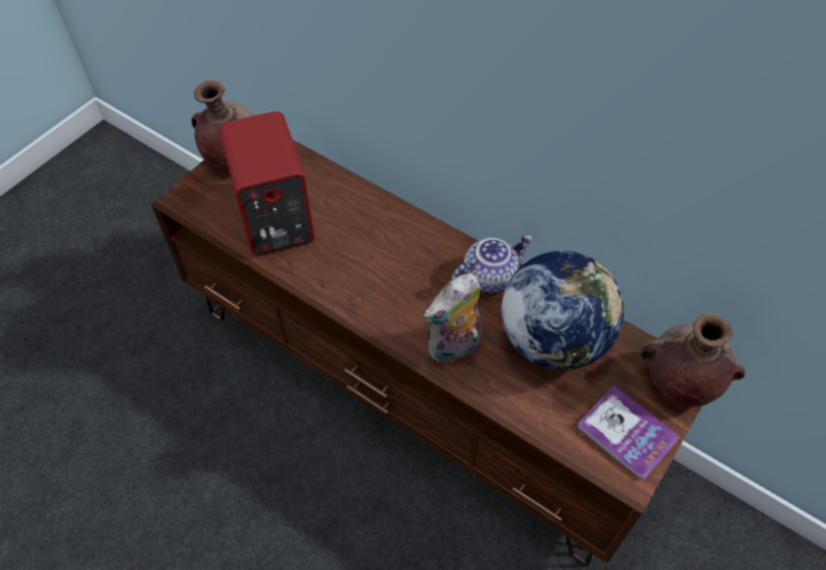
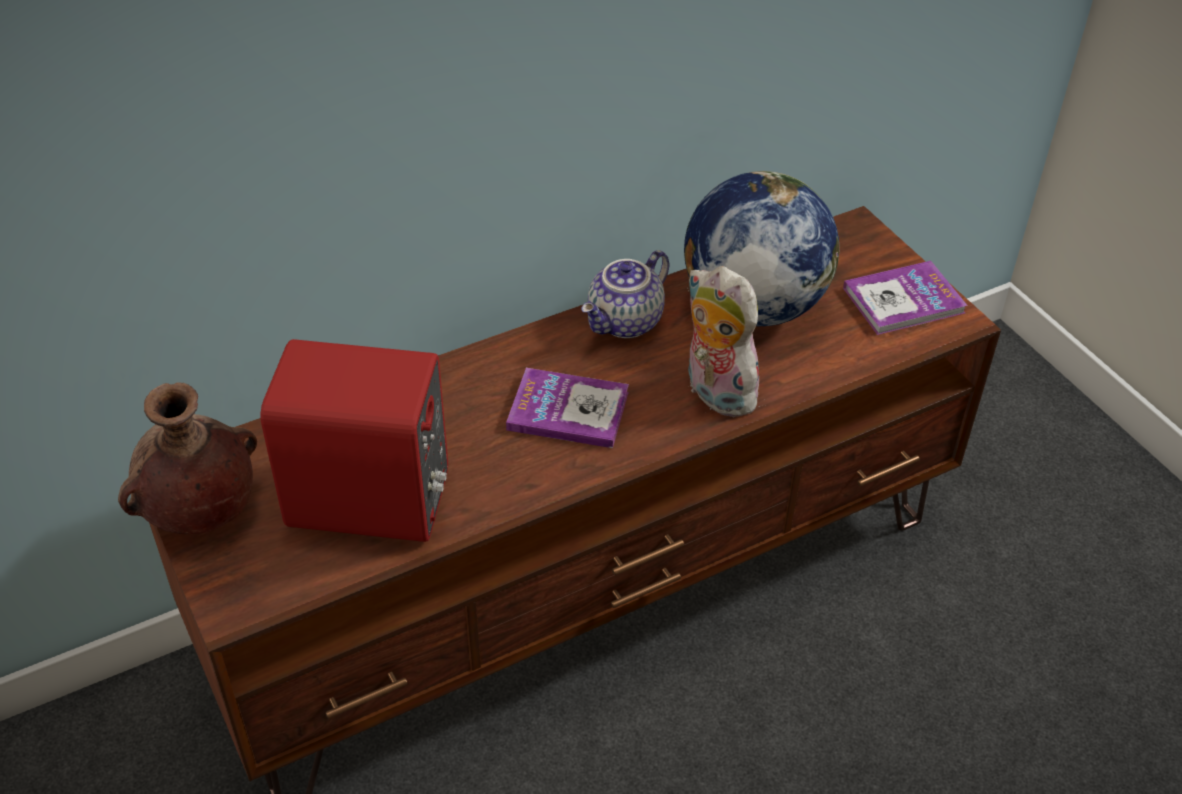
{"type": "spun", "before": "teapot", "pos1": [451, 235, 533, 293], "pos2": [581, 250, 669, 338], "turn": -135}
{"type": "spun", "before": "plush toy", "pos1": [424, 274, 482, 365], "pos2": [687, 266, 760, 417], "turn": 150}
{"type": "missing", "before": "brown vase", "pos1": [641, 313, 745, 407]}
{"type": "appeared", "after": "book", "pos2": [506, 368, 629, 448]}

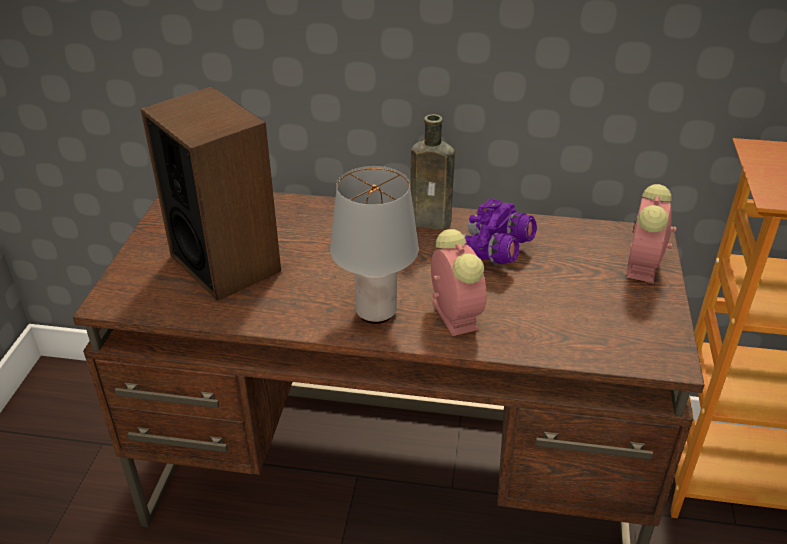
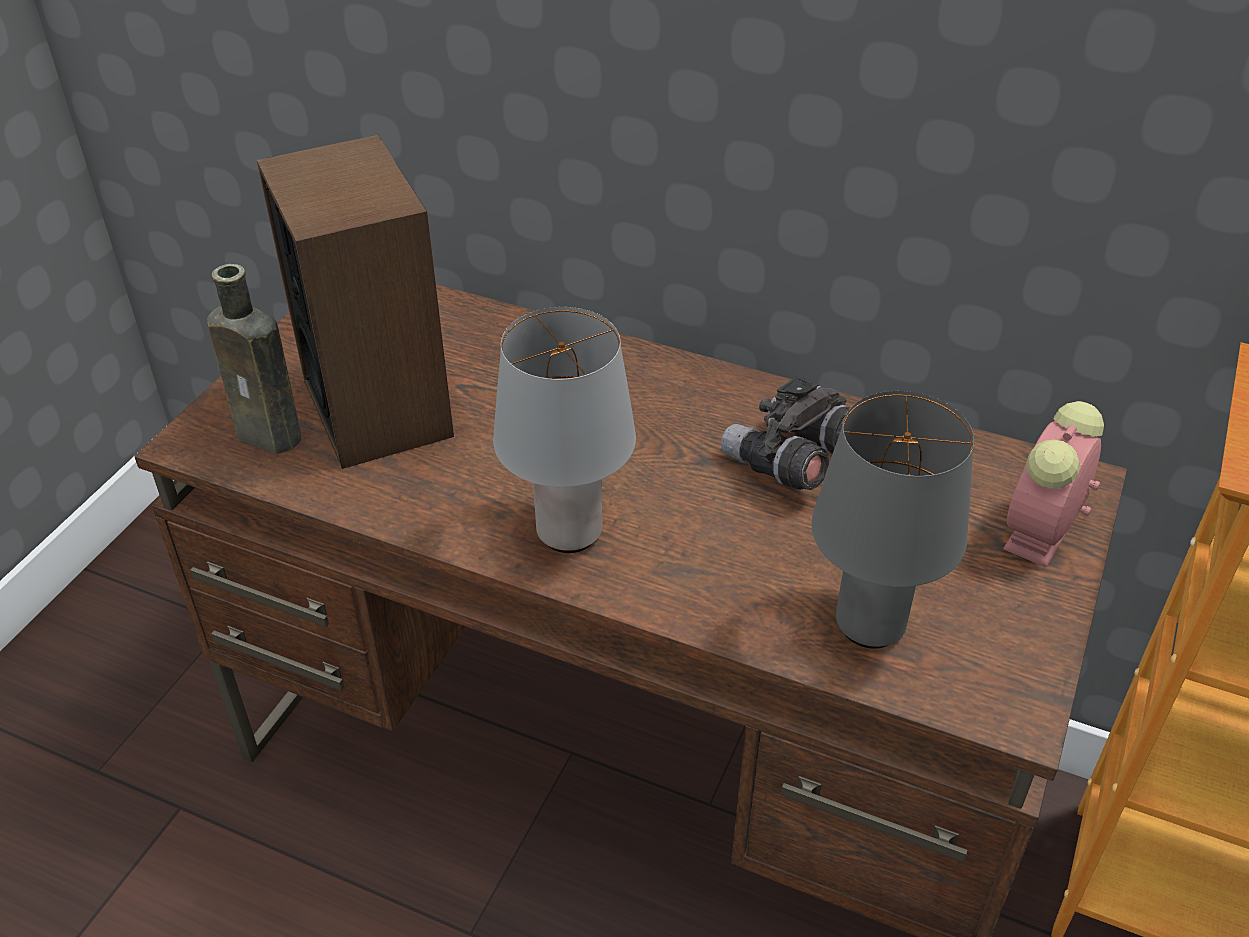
{"type": "relocated", "before": "brown bottle", "pos1": [410, 114, 455, 230], "pos2": [207, 264, 301, 454]}
{"type": "colour", "before": "purple binoculars", "after": "grey binoculars", "pos1": [463, 198, 537, 264], "pos2": [721, 376, 851, 490]}
{"type": "missing", "before": "alarm clock", "pos1": [431, 229, 487, 336]}
{"type": "appeared", "after": "grey table lamp", "pos2": [812, 391, 974, 649]}

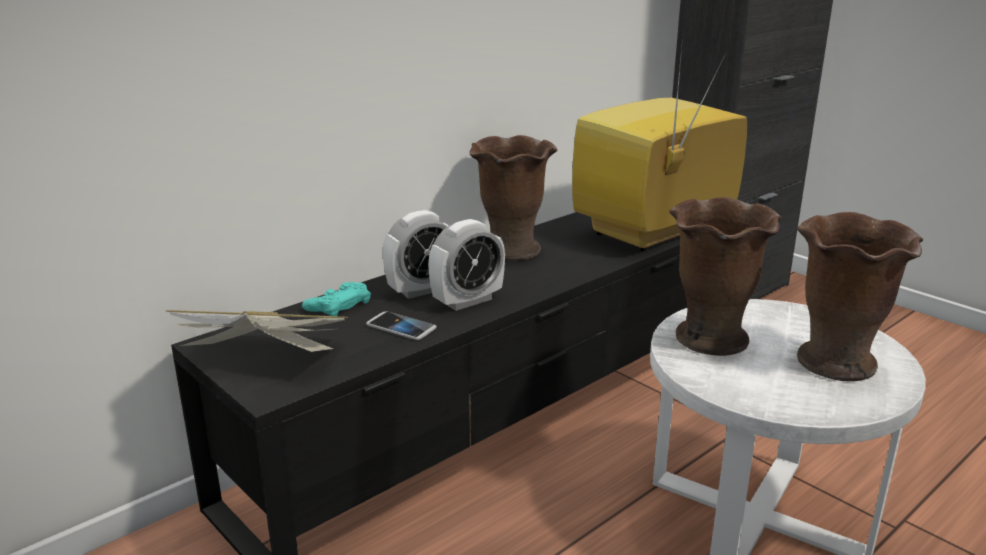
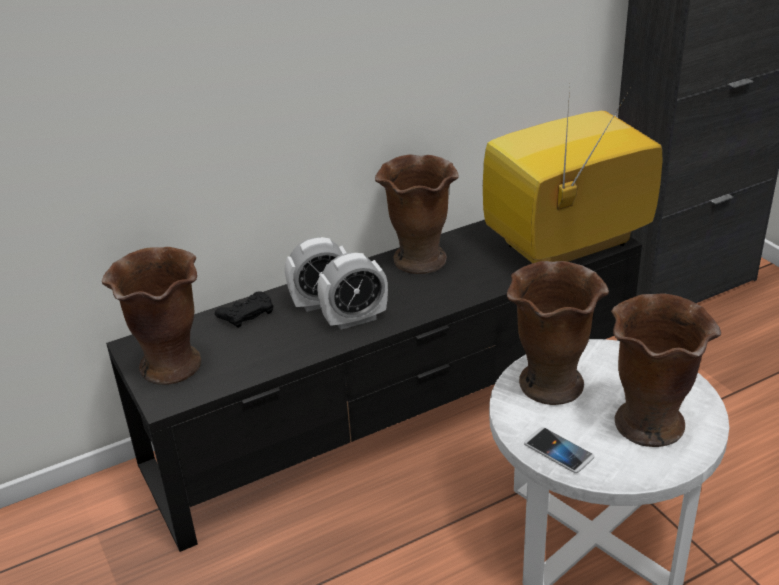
{"type": "colour", "before": "turquoise game controller", "after": "black game controller", "pos1": [302, 282, 371, 316], "pos2": [215, 291, 274, 328]}
{"type": "exchanged", "before": "book", "after": "brown vase", "pos1": [166, 310, 348, 352], "pos2": [102, 247, 201, 385]}
{"type": "relocated", "before": "phone", "pos1": [366, 311, 436, 340], "pos2": [524, 427, 594, 473]}

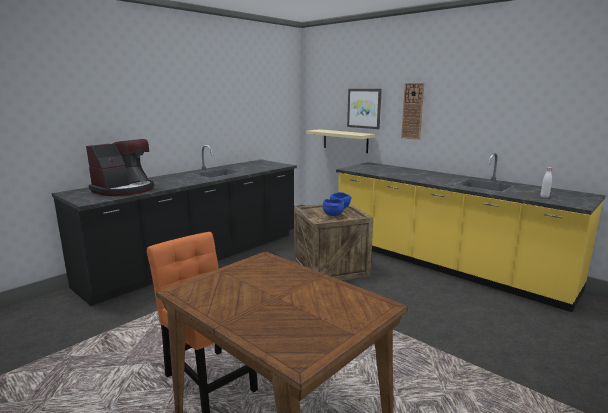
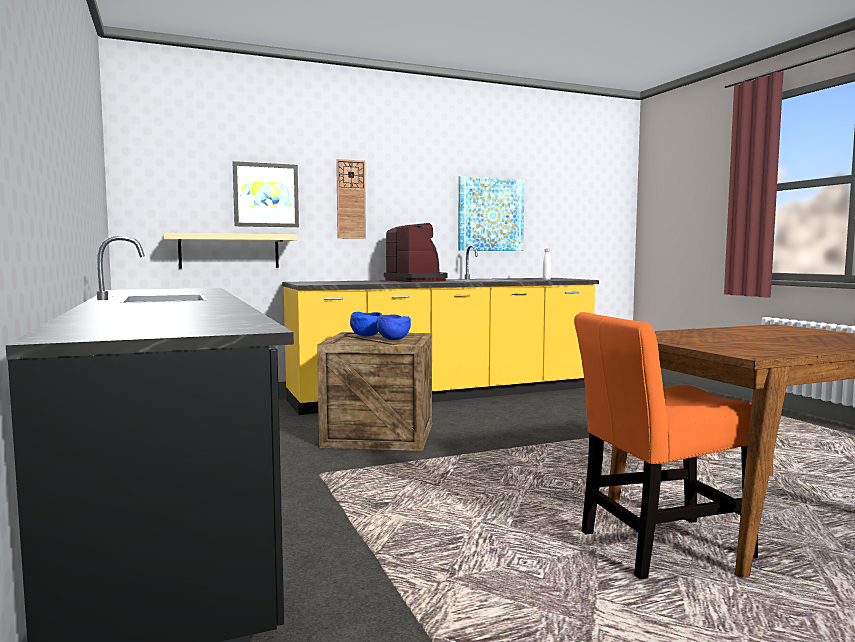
{"type": "relocated", "before": "coffee machine", "pos1": [86, 139, 154, 196], "pos2": [384, 223, 448, 282]}
{"type": "appeared", "after": "picture", "pos2": [458, 176, 525, 251]}

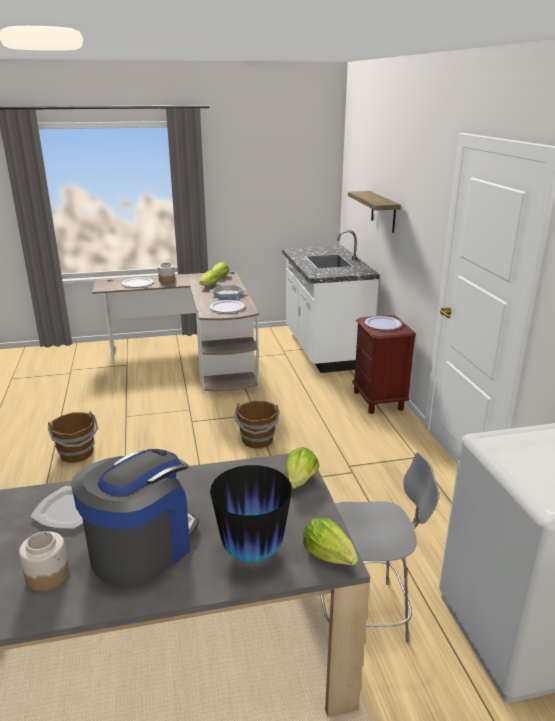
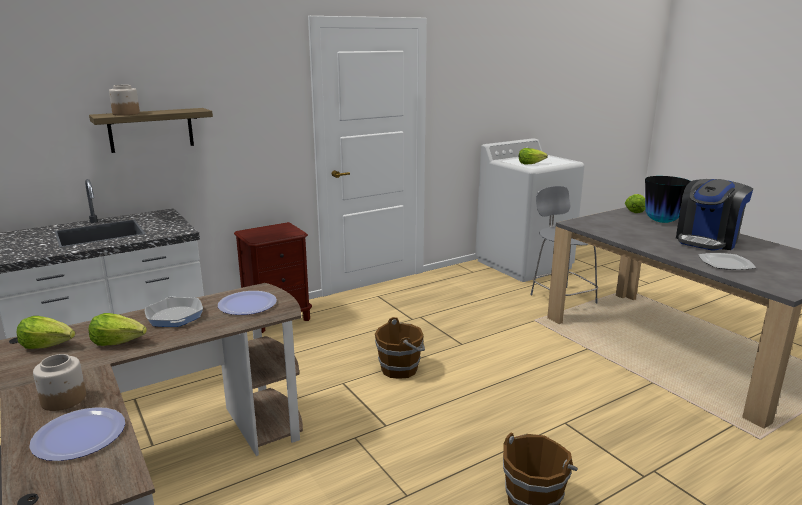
{"type": "missing", "before": "plate", "pos1": [365, 316, 402, 330]}
{"type": "relocated", "before": "lettuce", "pos1": [286, 447, 319, 489], "pos2": [519, 148, 548, 164]}
{"type": "spun", "before": "coffee machine", "pos1": [71, 449, 199, 587], "pos2": [676, 179, 753, 251], "turn": -60}
{"type": "relocated", "before": "jar", "pos1": [19, 531, 69, 591], "pos2": [109, 85, 140, 115]}

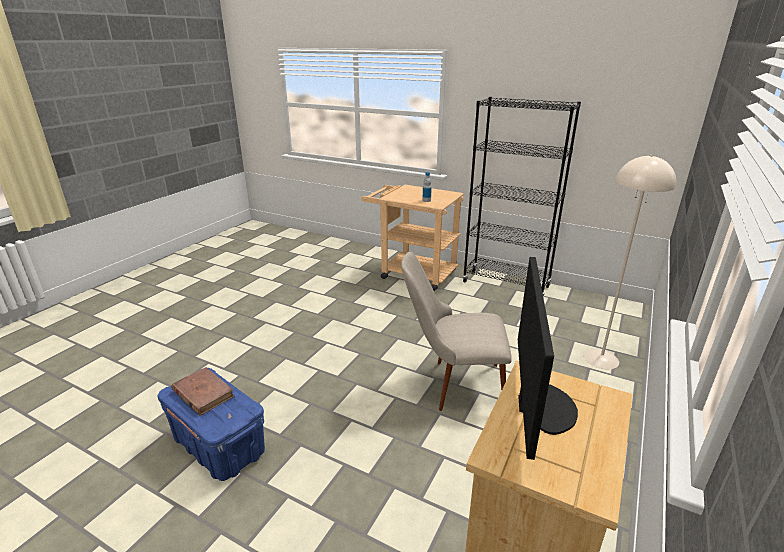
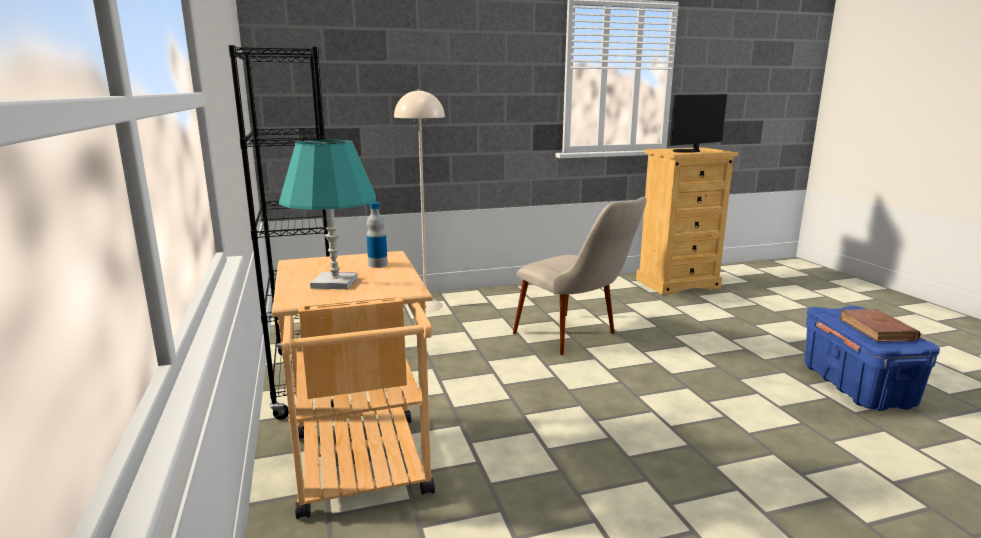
{"type": "appeared", "after": "turquoise table lamp", "pos2": [279, 140, 376, 289]}

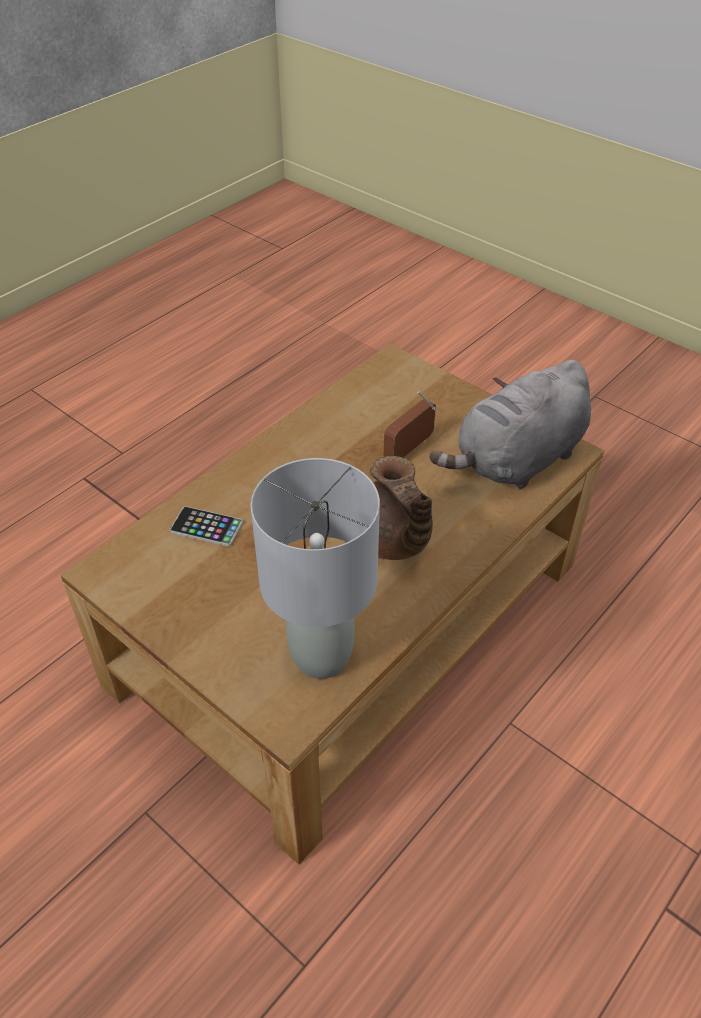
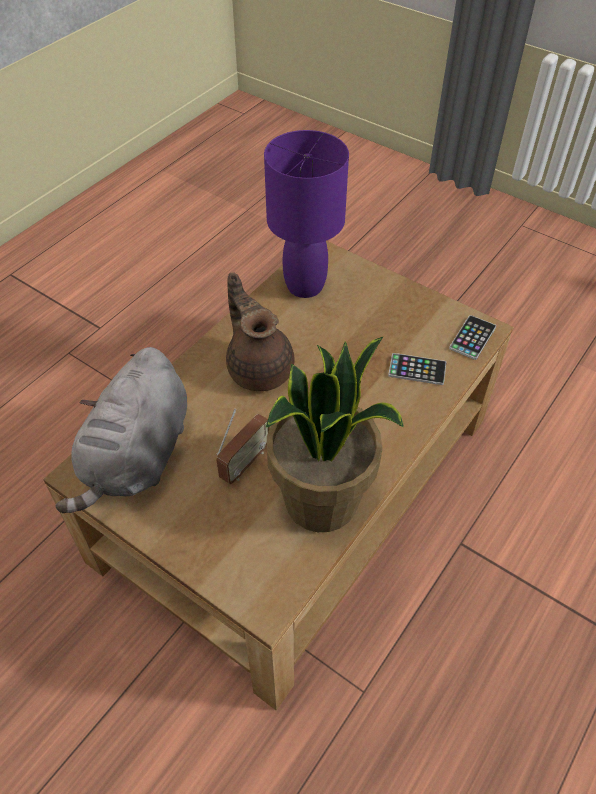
{"type": "spun", "before": "grey plush toy", "pos1": [430, 360, 591, 489], "pos2": [56, 347, 187, 513], "turn": 150}
{"type": "colour", "before": "grey table lamp", "after": "purple table lamp", "pos1": [250, 458, 380, 679], "pos2": [264, 130, 349, 298]}
{"type": "appeared", "after": "phone", "pos2": [449, 315, 496, 360]}
{"type": "appeared", "after": "potted plant", "pos2": [266, 336, 404, 532]}

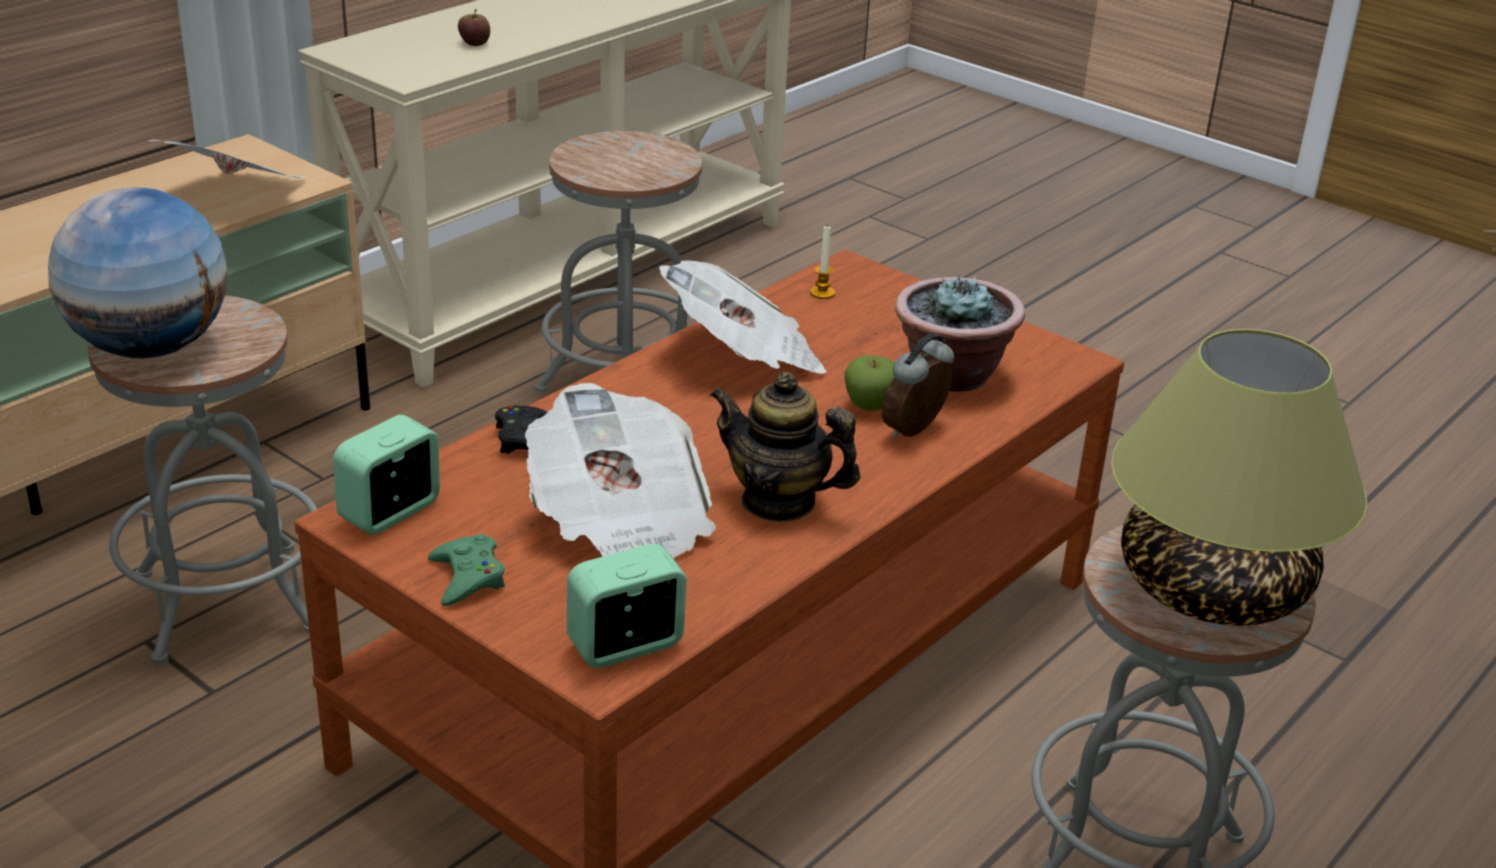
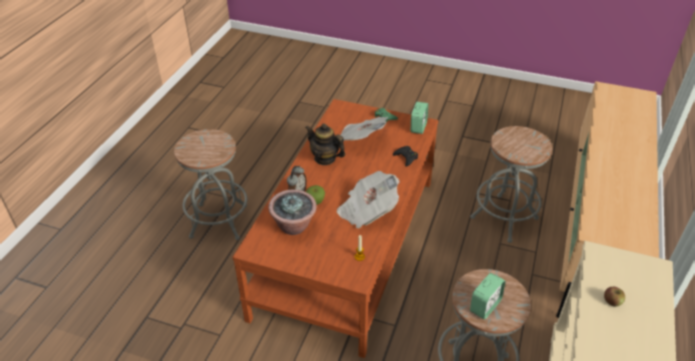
{"type": "missing", "before": "newspaper", "pos1": [148, 140, 307, 179]}
{"type": "missing", "before": "globe", "pos1": [48, 188, 227, 358]}
{"type": "missing", "before": "table lamp", "pos1": [1111, 329, 1368, 626]}
{"type": "spun", "before": "teapot", "pos1": [710, 372, 860, 522], "pos2": [305, 124, 345, 165], "turn": -150}
{"type": "relocated", "before": "alarm clock", "pos1": [567, 543, 687, 668], "pos2": [470, 273, 506, 320]}

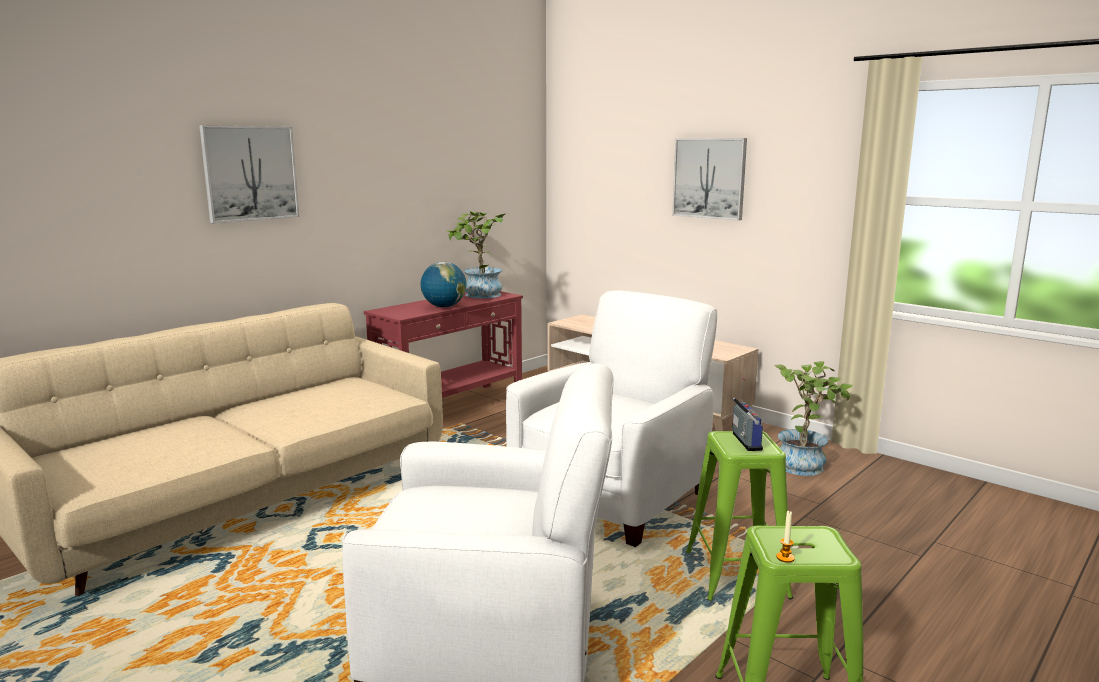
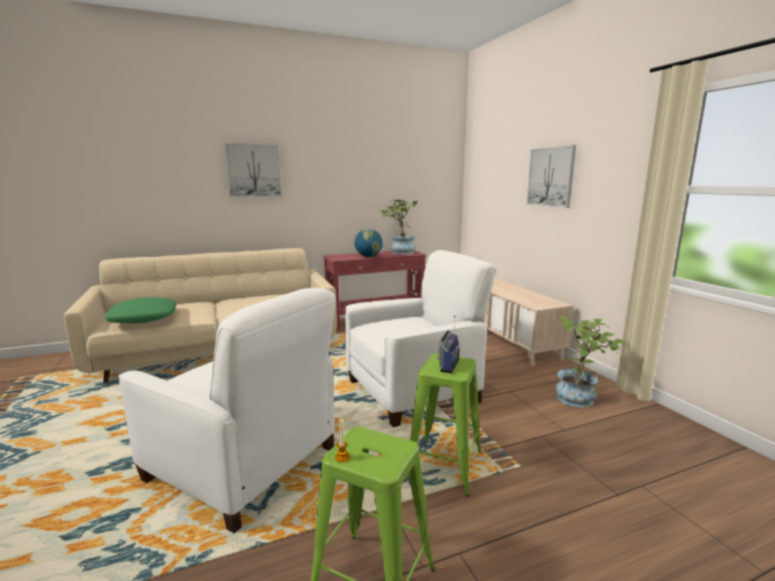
{"type": "appeared", "after": "green pillow", "pos2": [105, 297, 176, 323]}

